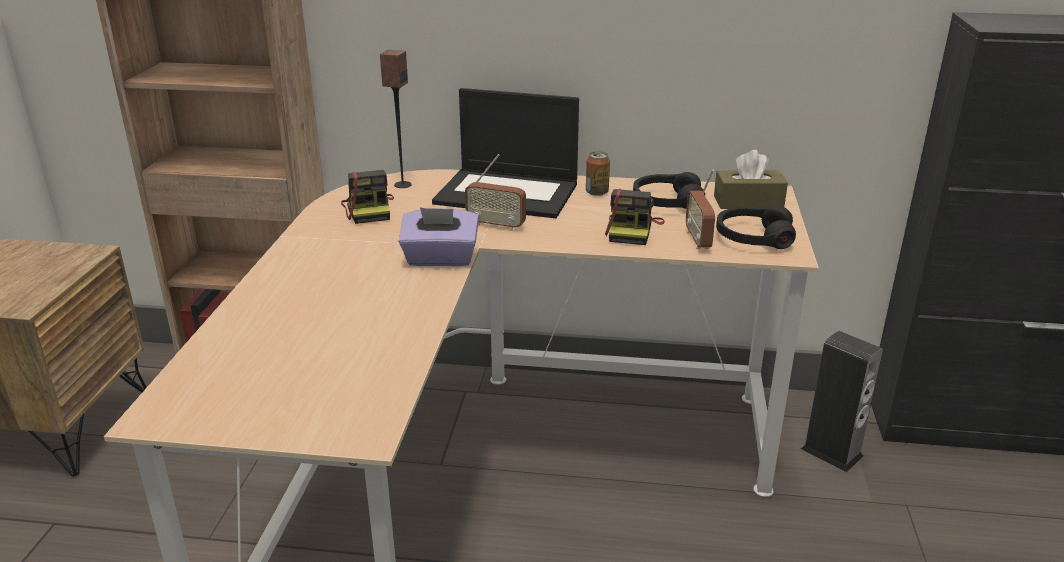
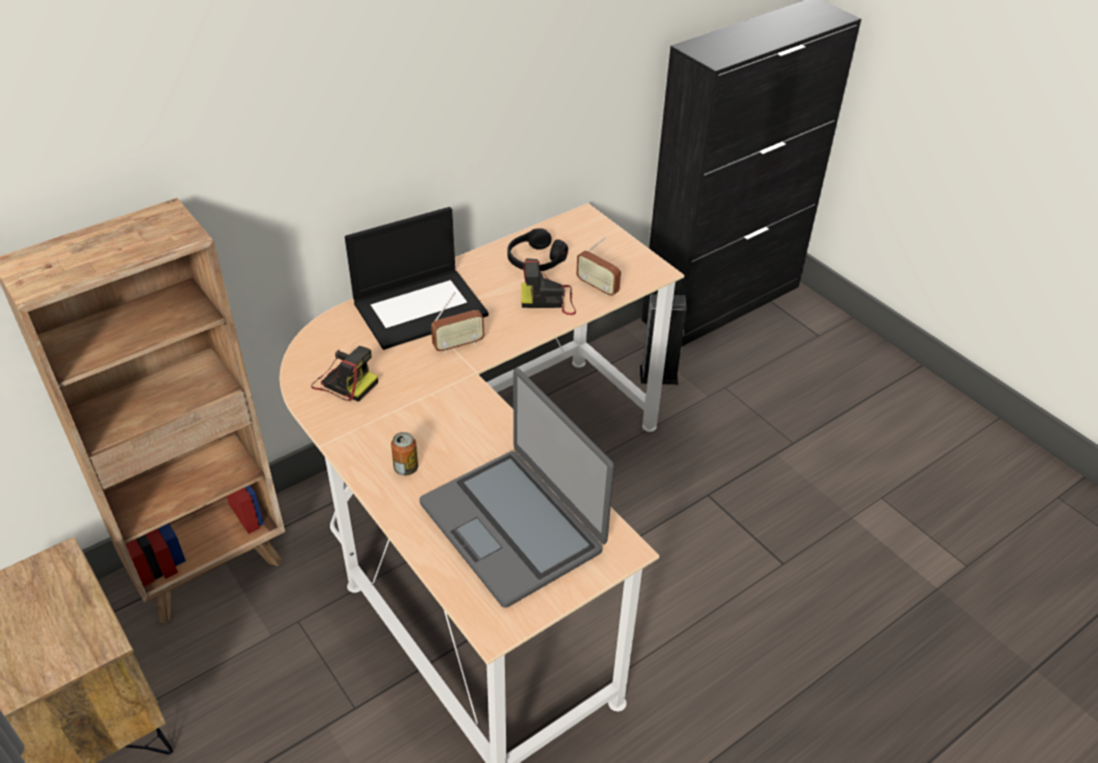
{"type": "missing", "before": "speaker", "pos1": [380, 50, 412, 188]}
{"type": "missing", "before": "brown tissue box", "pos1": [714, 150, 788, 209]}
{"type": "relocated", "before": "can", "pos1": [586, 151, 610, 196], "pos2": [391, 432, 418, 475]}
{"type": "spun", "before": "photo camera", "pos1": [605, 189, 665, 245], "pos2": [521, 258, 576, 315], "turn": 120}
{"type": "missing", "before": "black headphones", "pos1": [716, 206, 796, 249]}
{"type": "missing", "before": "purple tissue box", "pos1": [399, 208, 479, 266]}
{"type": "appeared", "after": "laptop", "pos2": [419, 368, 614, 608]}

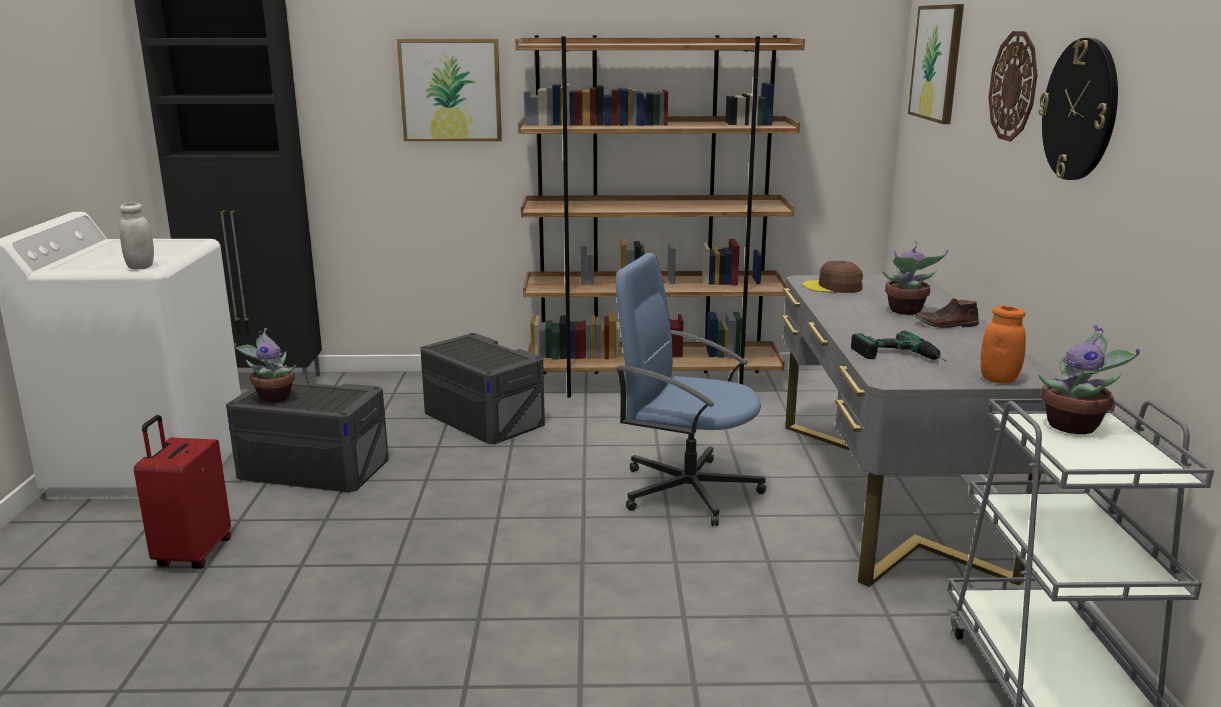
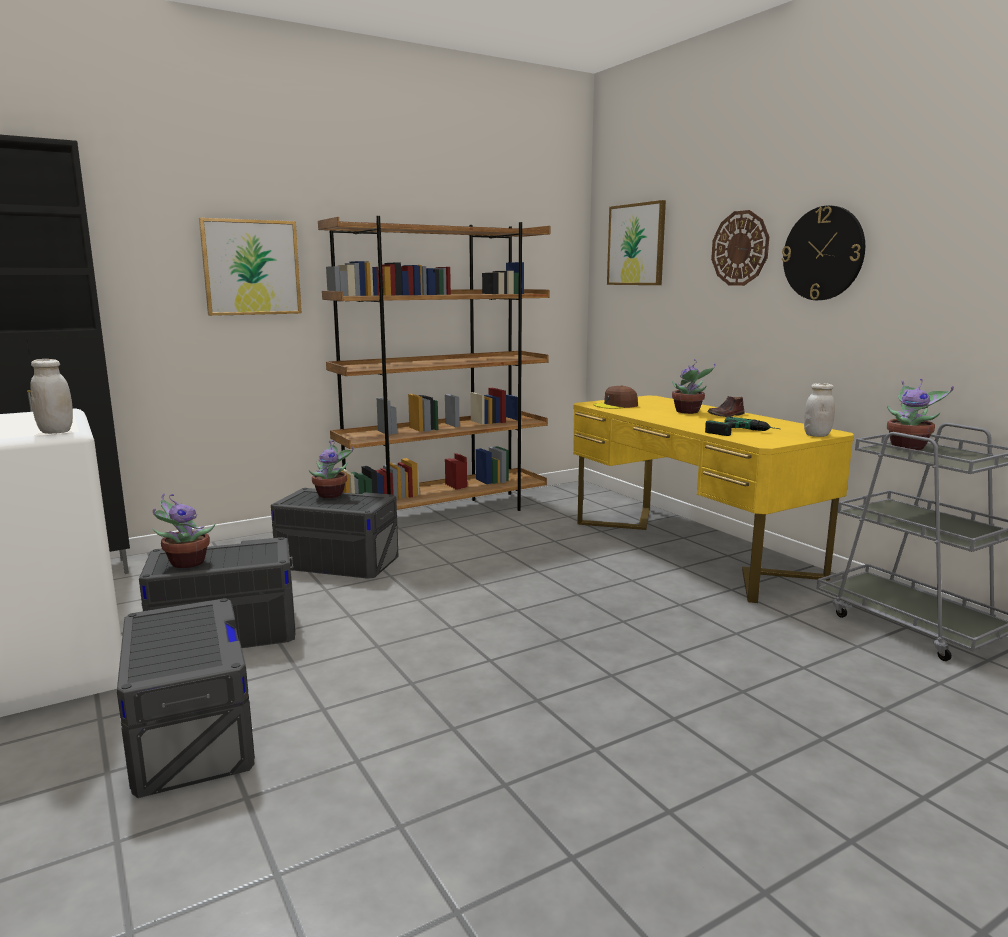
{"type": "missing", "before": "blue office chair", "pos1": [616, 253, 766, 526]}
{"type": "colour", "before": "grey desk", "after": "yellow desk", "pos1": [781, 275, 1060, 587], "pos2": [573, 396, 854, 603]}
{"type": "colour", "before": "orange jar", "after": "white jar", "pos1": [981, 306, 1026, 384], "pos2": [804, 383, 835, 437]}
{"type": "exchanged", "before": "red suitcase", "after": "grey storage box", "pos1": [134, 415, 231, 569], "pos2": [117, 598, 255, 798]}
{"type": "appeared", "after": "potted plant", "pos2": [309, 440, 354, 498]}

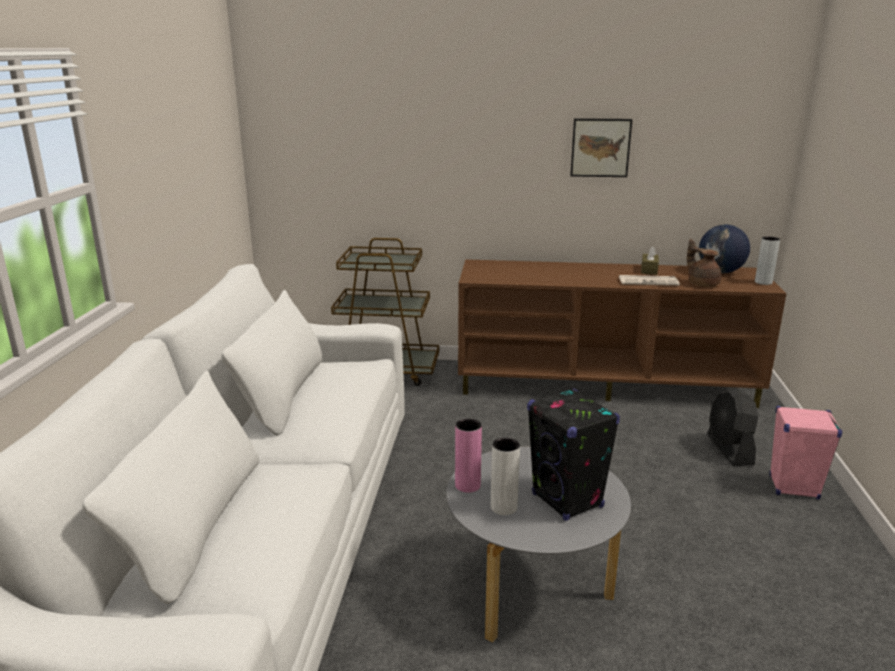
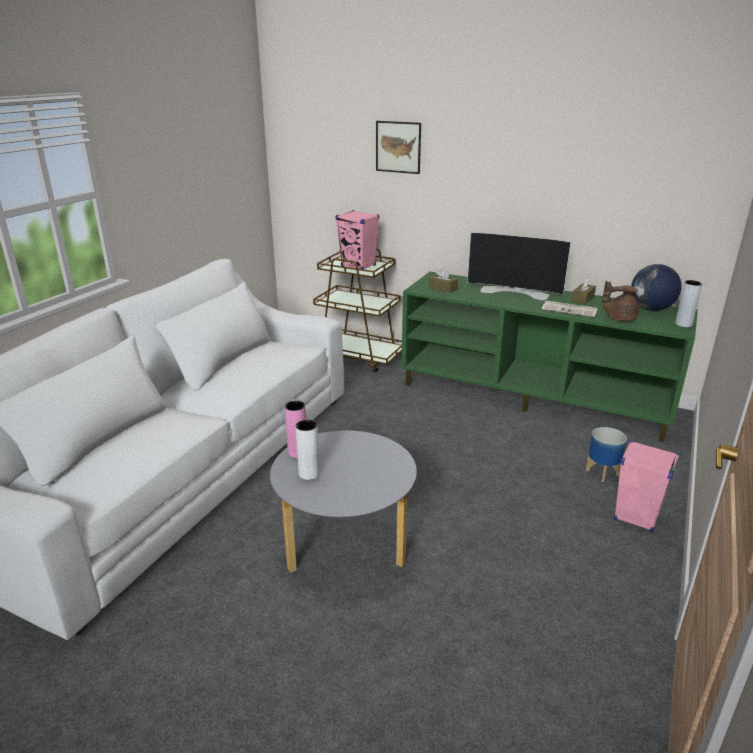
{"type": "relocated", "before": "picture", "pos1": [570, 118, 633, 177], "pos2": [376, 121, 421, 174]}
{"type": "spun", "before": "brown teapot", "pos1": [687, 239, 721, 287], "pos2": [603, 281, 639, 321], "turn": -75}
{"type": "colour", "before": "brown tv stand", "after": "green tv stand", "pos1": [458, 259, 787, 408], "pos2": [401, 272, 698, 442]}
{"type": "missing", "before": "black speaker", "pos1": [527, 388, 620, 521]}
{"type": "exchanged", "before": "black fan", "after": "planter", "pos1": [707, 389, 758, 466], "pos2": [586, 427, 627, 482]}
{"type": "appeared", "after": "pink speaker", "pos2": [335, 210, 379, 269]}
{"type": "appeared", "after": "television", "pos2": [467, 232, 571, 300]}
{"type": "appeared", "after": "brown tissue box", "pos2": [429, 268, 458, 293]}

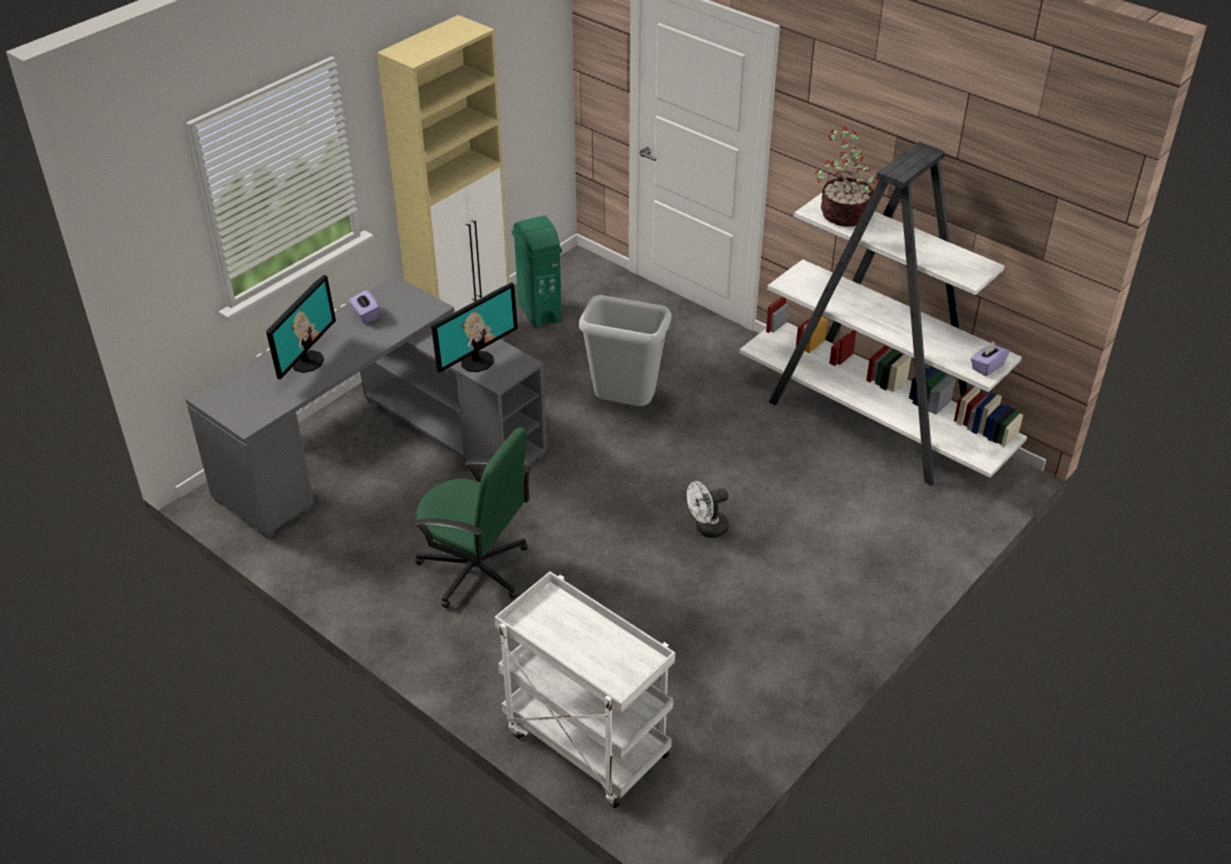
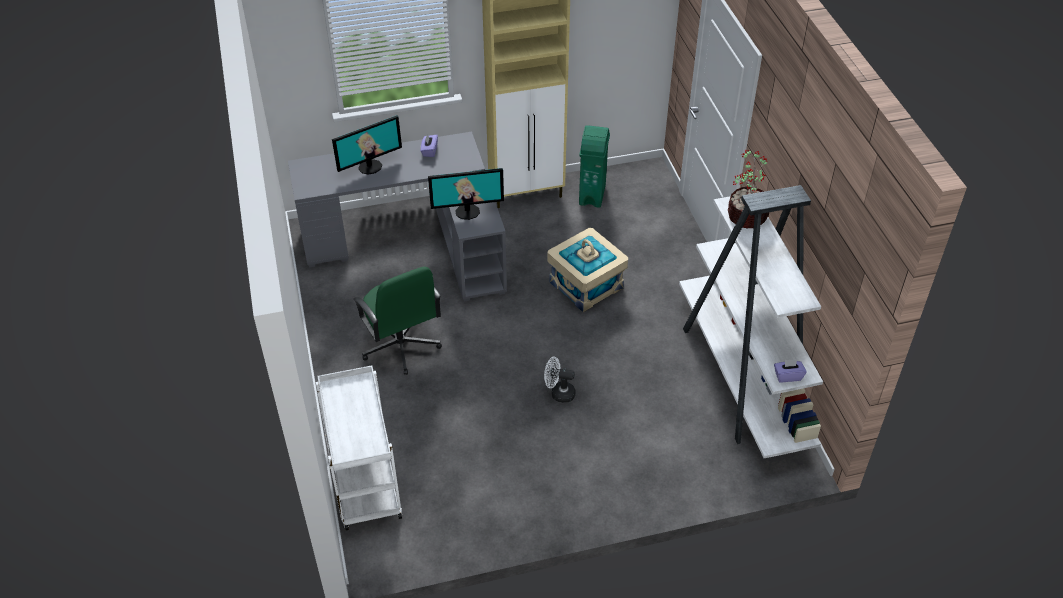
{"type": "exchanged", "before": "grey trash can", "after": "beige storage box", "pos1": [579, 295, 672, 406], "pos2": [547, 228, 628, 312]}

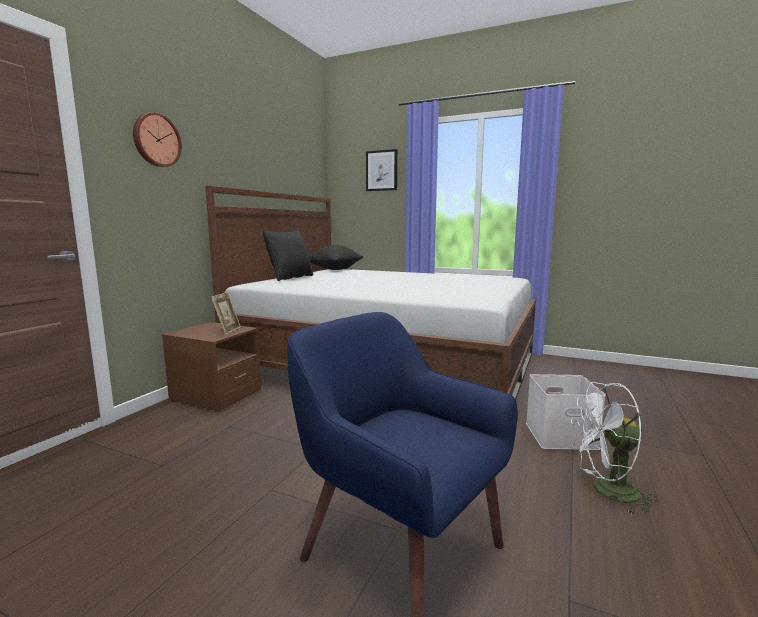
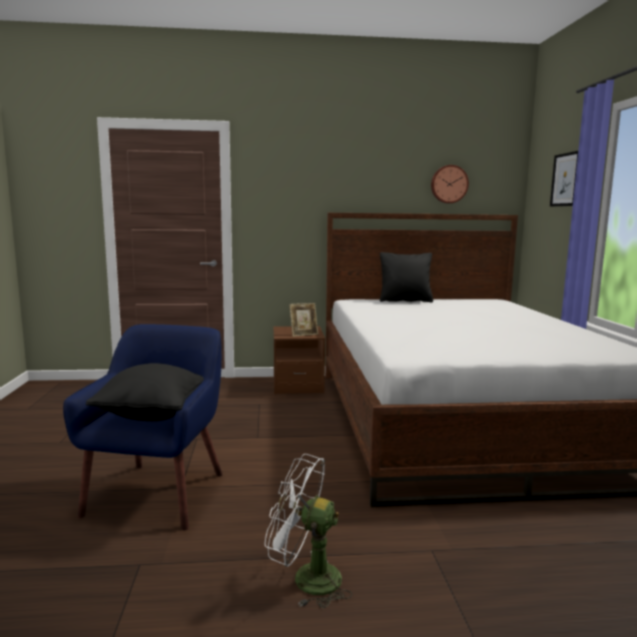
{"type": "relocated", "before": "wall clock", "pos1": [133, 112, 182, 167], "pos2": [431, 165, 469, 203]}
{"type": "relocated", "before": "black pillow", "pos1": [309, 245, 363, 270], "pos2": [85, 363, 204, 421]}
{"type": "missing", "before": "white storage box", "pos1": [526, 374, 606, 450]}
{"type": "spun", "before": "white fan", "pos1": [571, 382, 658, 515], "pos2": [265, 454, 352, 608], "turn": -45}

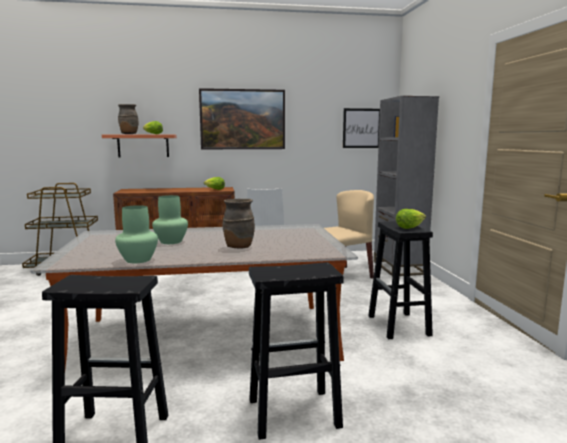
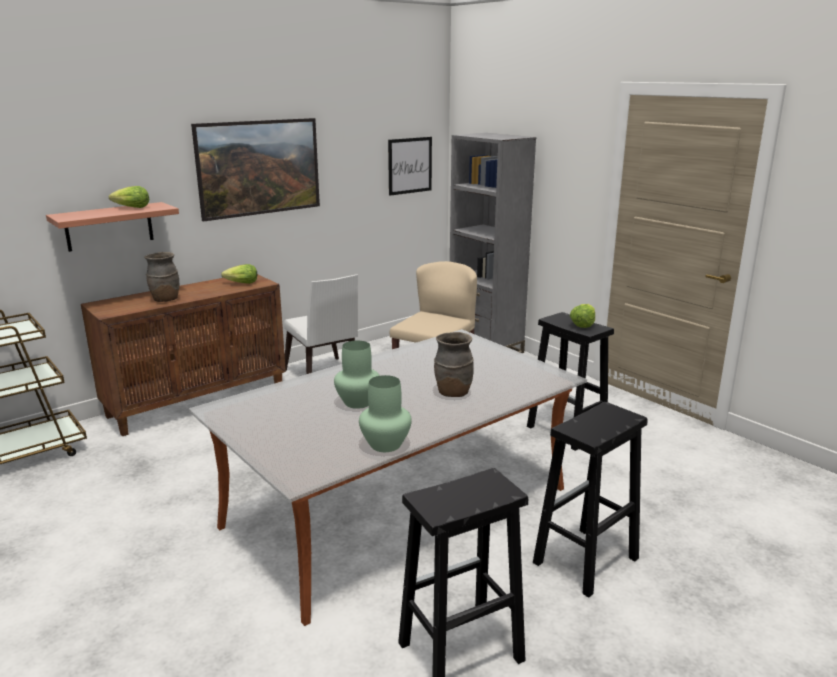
{"type": "relocated", "before": "brown vase", "pos1": [118, 104, 139, 134], "pos2": [144, 252, 179, 302]}

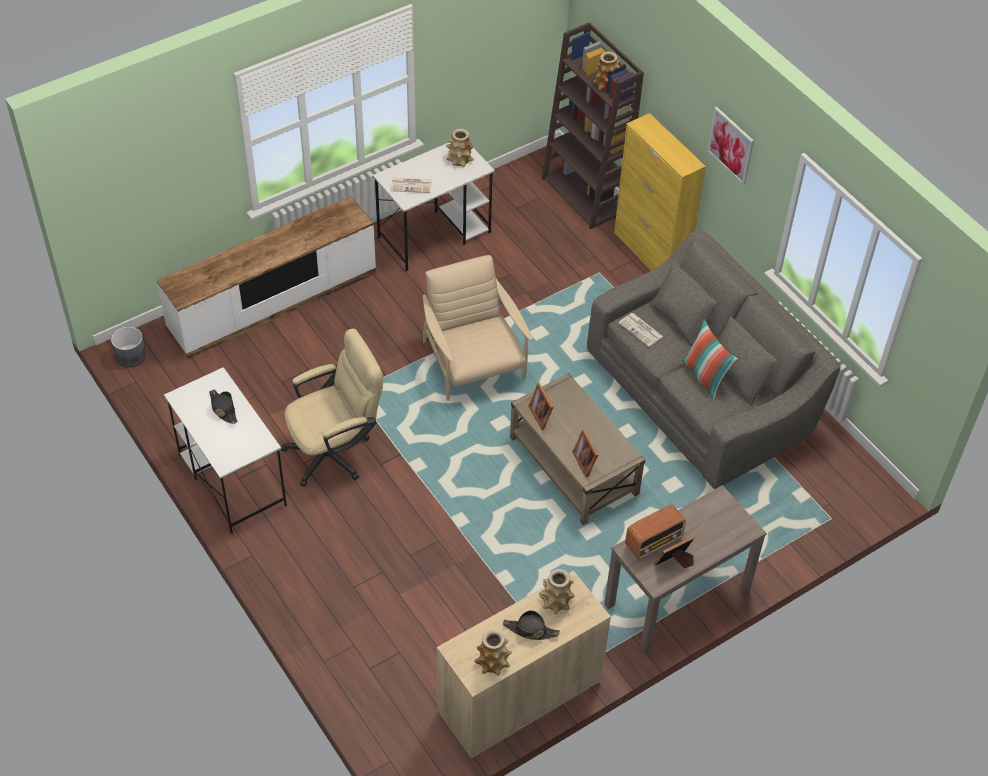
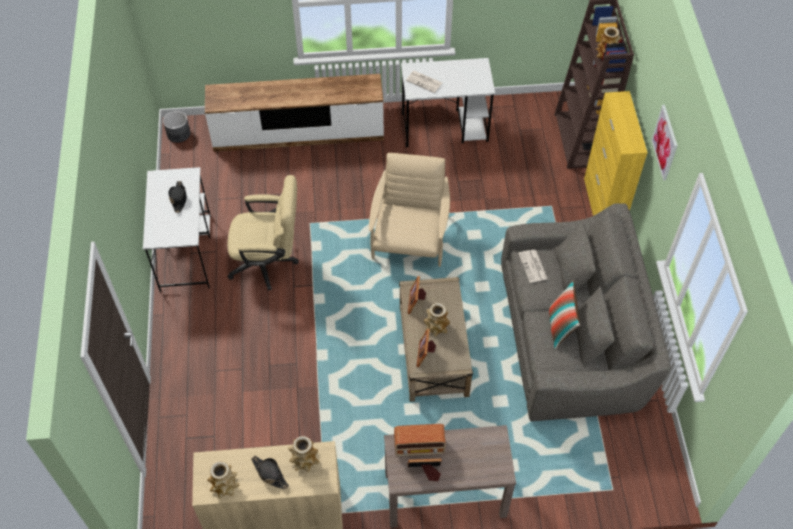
{"type": "relocated", "before": "vase", "pos1": [446, 129, 474, 167], "pos2": [424, 303, 450, 336]}

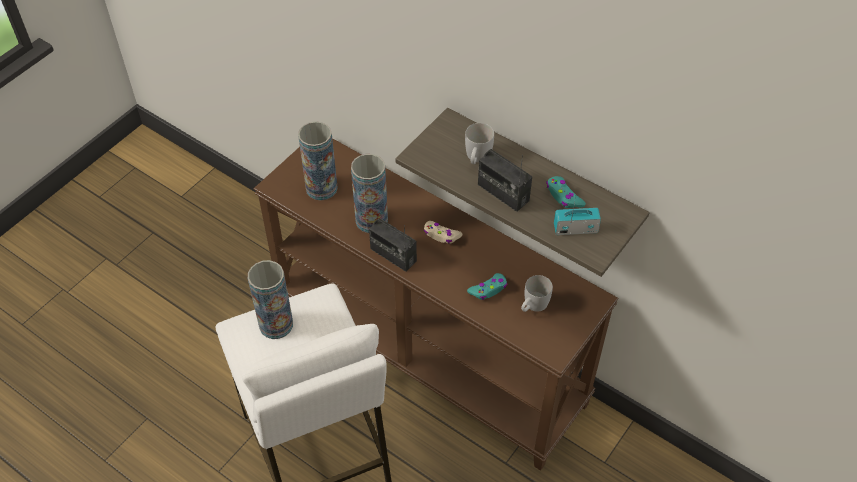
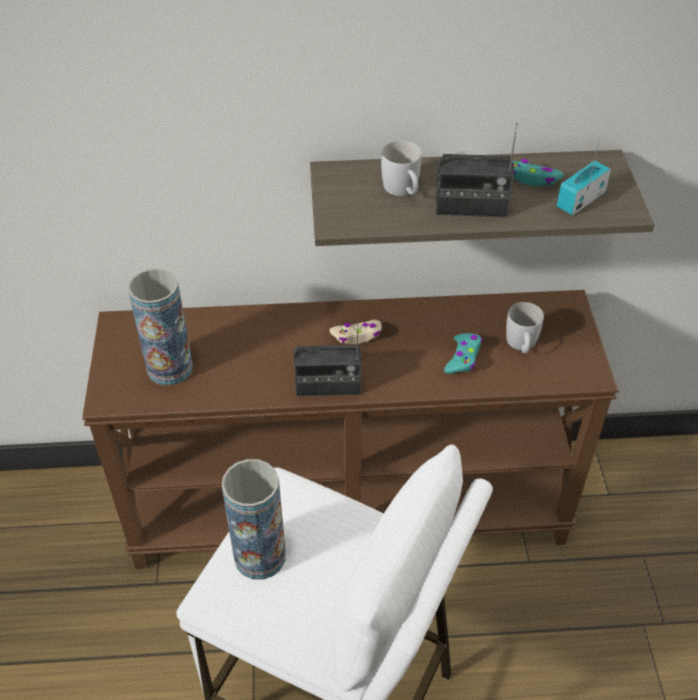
{"type": "missing", "before": "vase", "pos1": [351, 154, 388, 233]}

